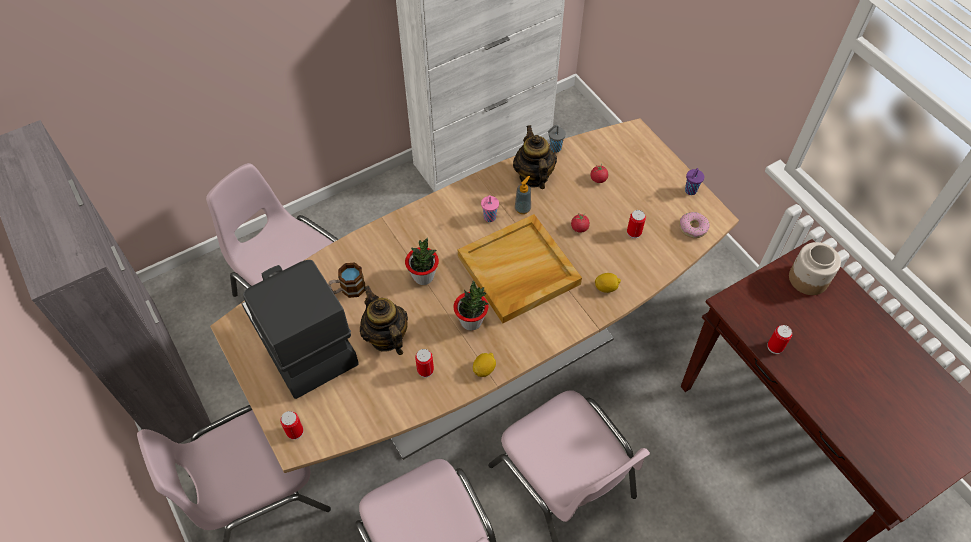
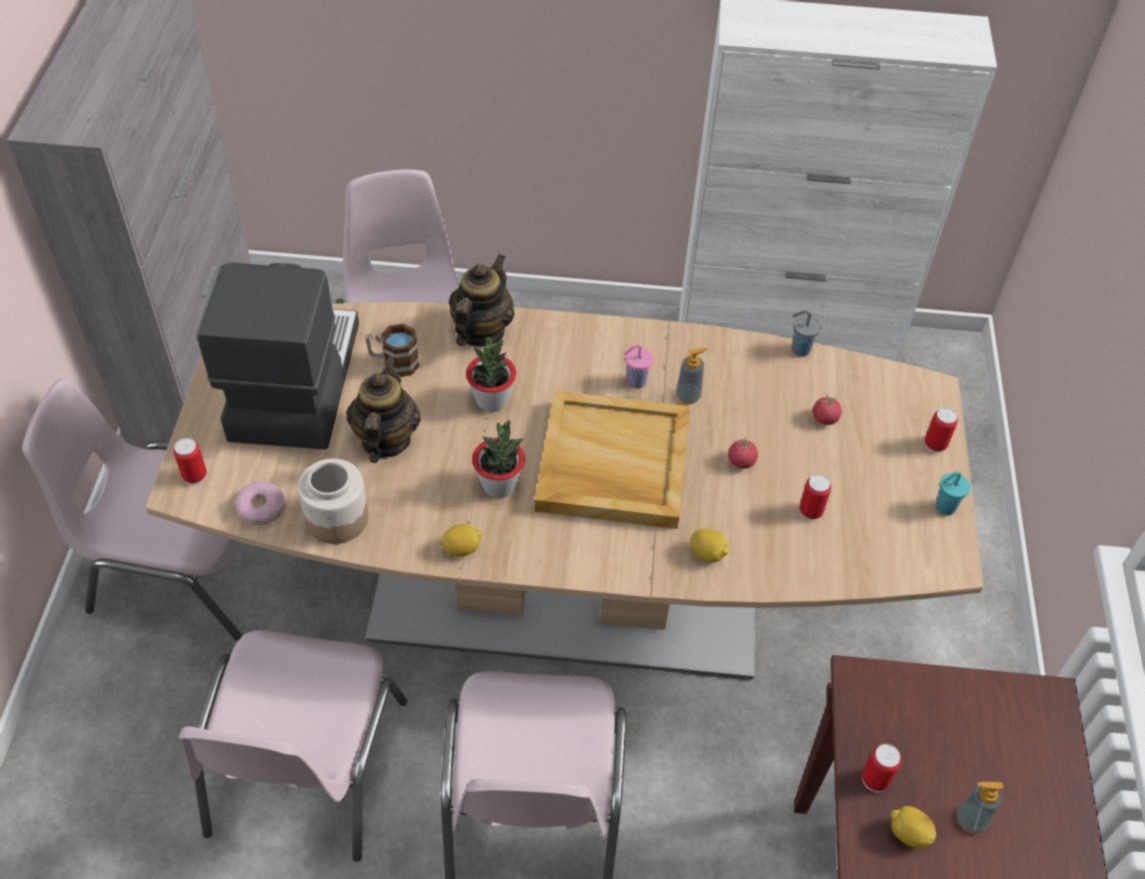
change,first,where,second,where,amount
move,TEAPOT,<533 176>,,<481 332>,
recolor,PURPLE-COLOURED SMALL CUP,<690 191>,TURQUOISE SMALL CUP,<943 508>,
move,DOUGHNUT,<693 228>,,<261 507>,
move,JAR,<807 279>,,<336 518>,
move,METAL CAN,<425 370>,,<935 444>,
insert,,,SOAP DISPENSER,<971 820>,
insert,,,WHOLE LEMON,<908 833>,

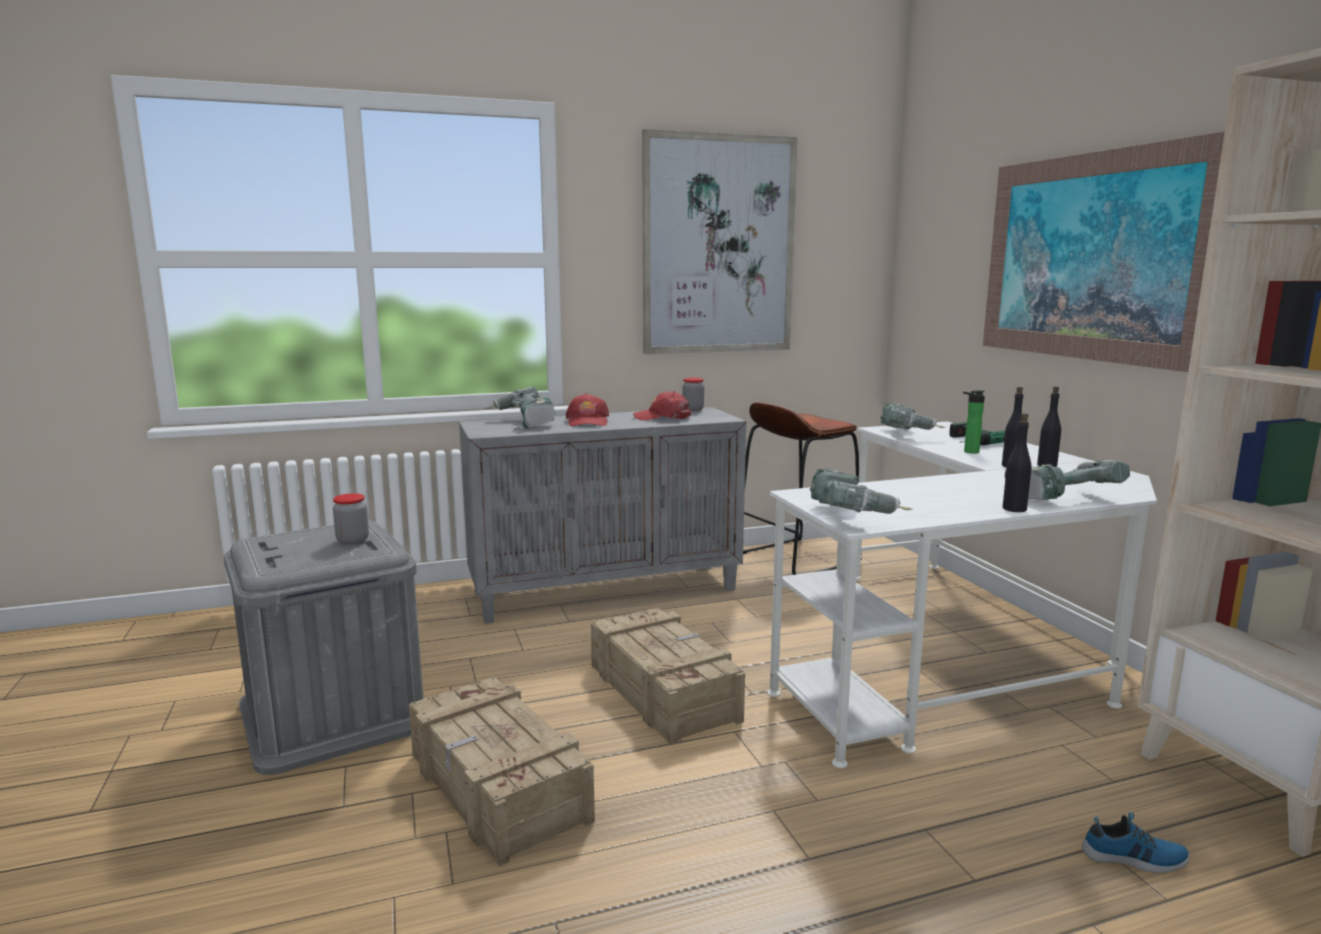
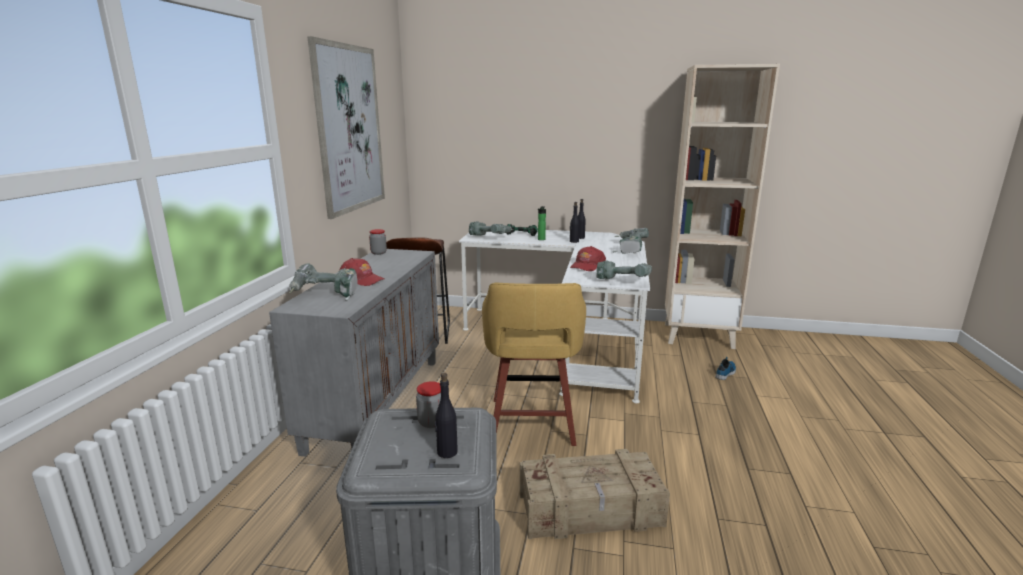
change,first,where,second,where,amount
delete,WALL ART,<1090 257>,,,
move,REDDISH PEAKED CAP,<663 417>,,<587 265>,
move,BLACKISH BEVERAGE BOTTLE,<1014 509>,,<447 452>,
replace,CRATE,<663 691>,YELLOW-COLOURED STOOL,<531 423>,

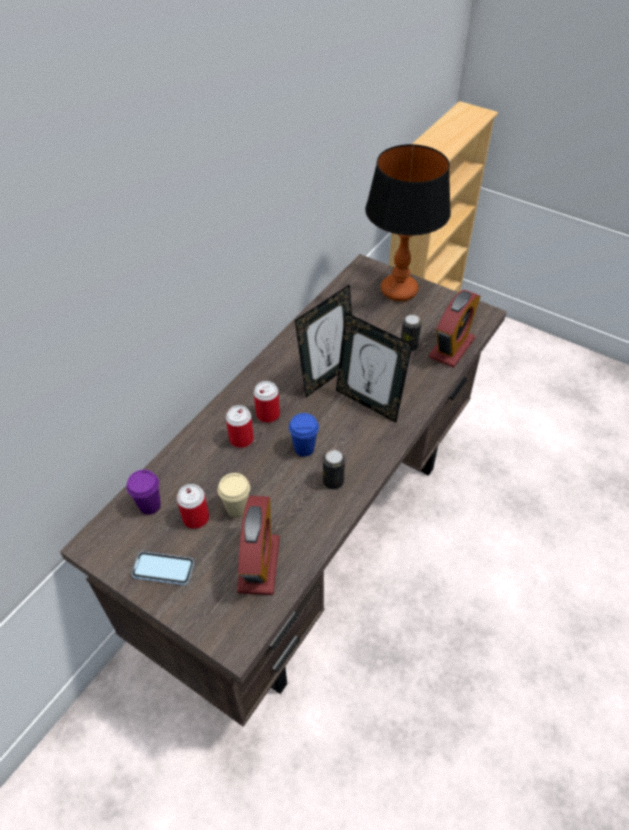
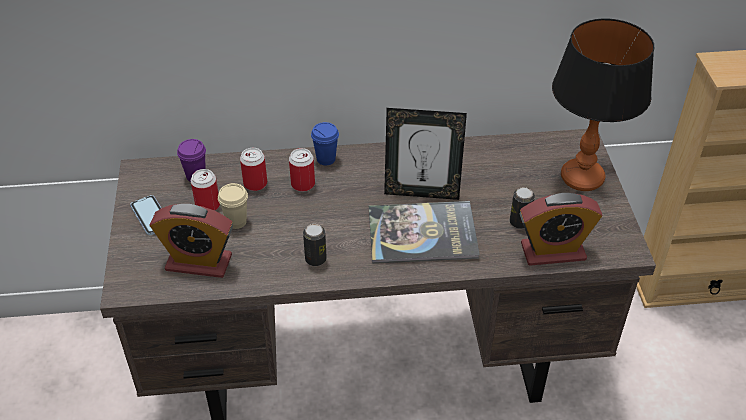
change,first,where,second,where,amount
replace,PICTURE FRAME,<368 402>,BOOK,<422 233>,
move,METAL CAN,<268 414>,,<255 183>,
move,BLUE-COLOURED SMALL CUP,<304 448>,,<326 159>,
rotate,BEDSIDE CLOCK,<259 565>,,<198 263>,45 degrees clockwise

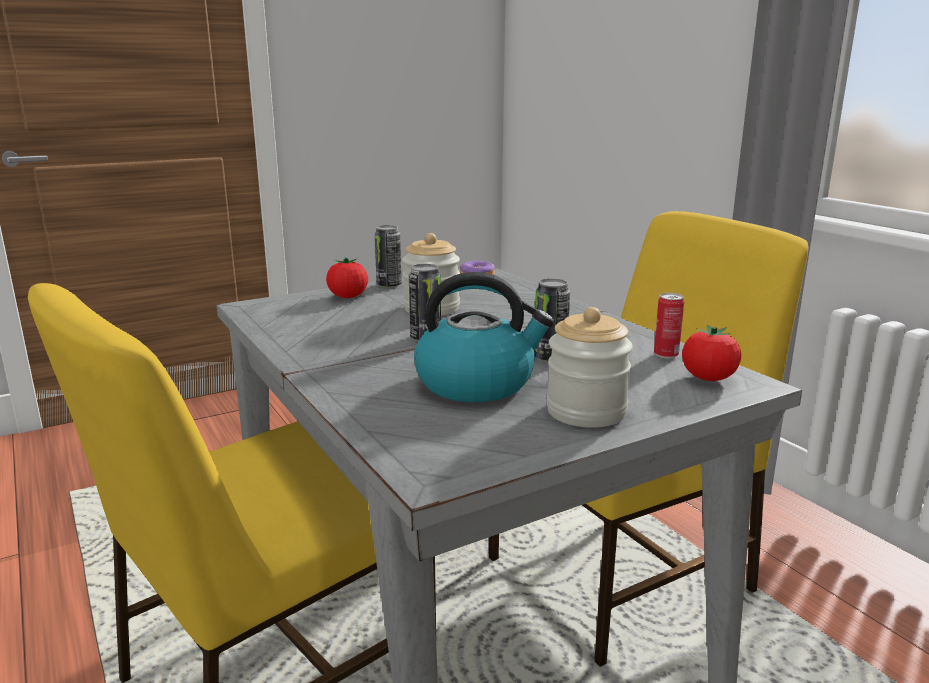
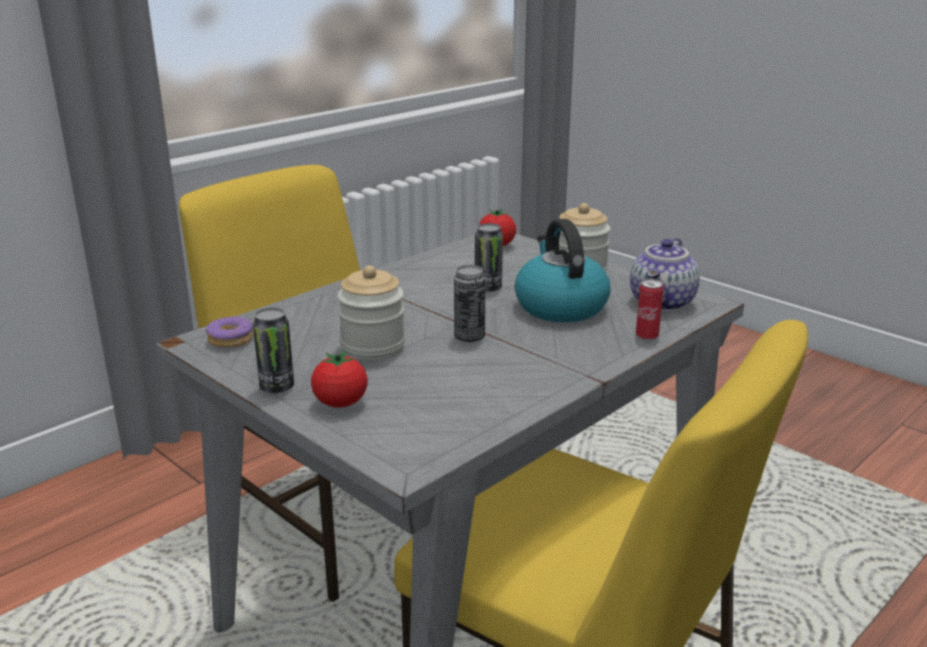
change,first,where,second,where,amount
move,METAL CAN,<666 355>,,<647 336>,
insert,,,TEAPOT,<663 303>,

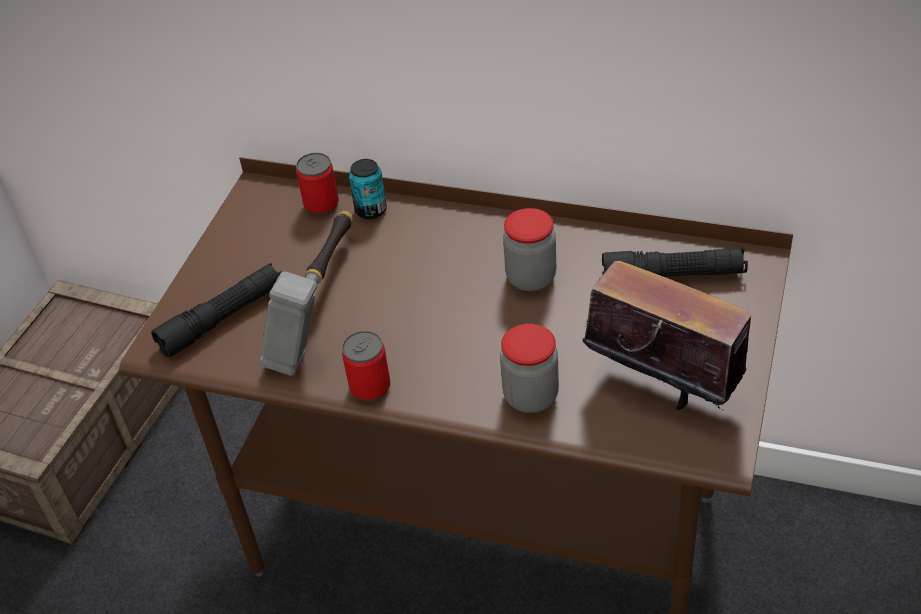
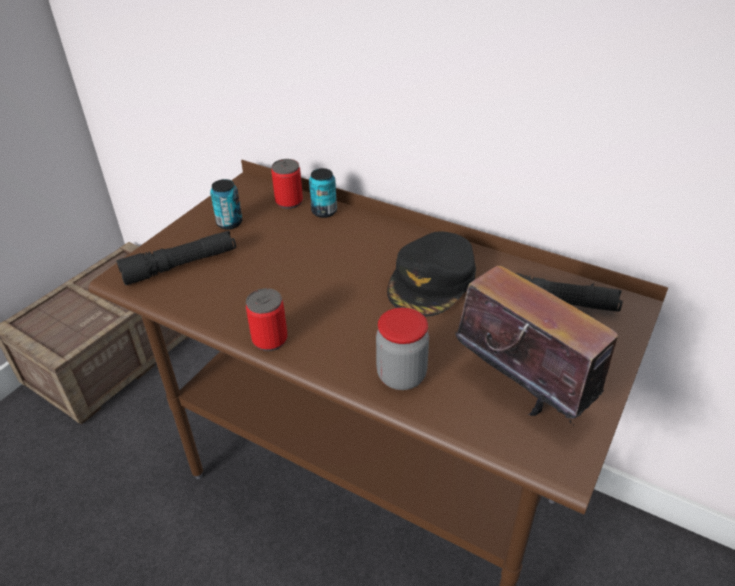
change,first,where,second,where,amount
replace,JAR,<531 278>,BLACKISH PEAKED CAP,<432 282>,
delete,HAMMER,<318 308>,,,
insert,,,METAL CAN,<229 223>,

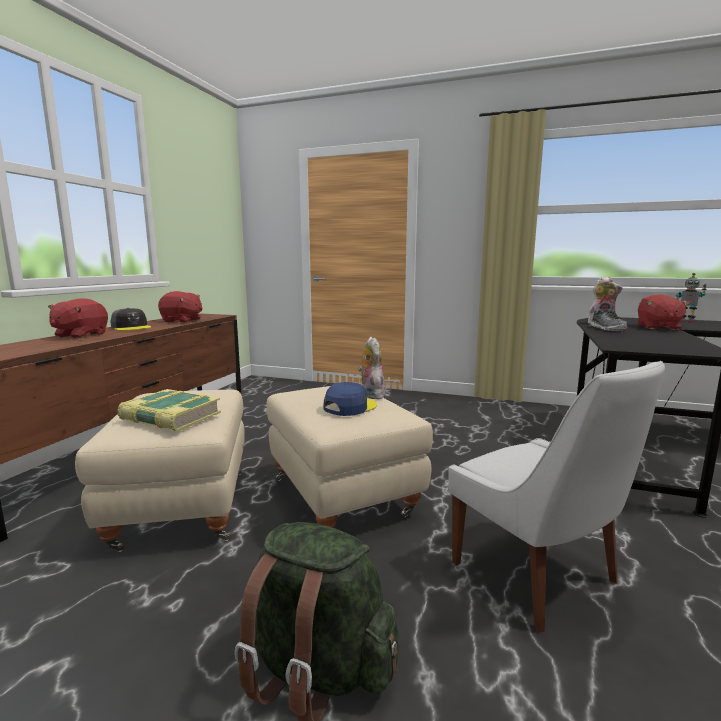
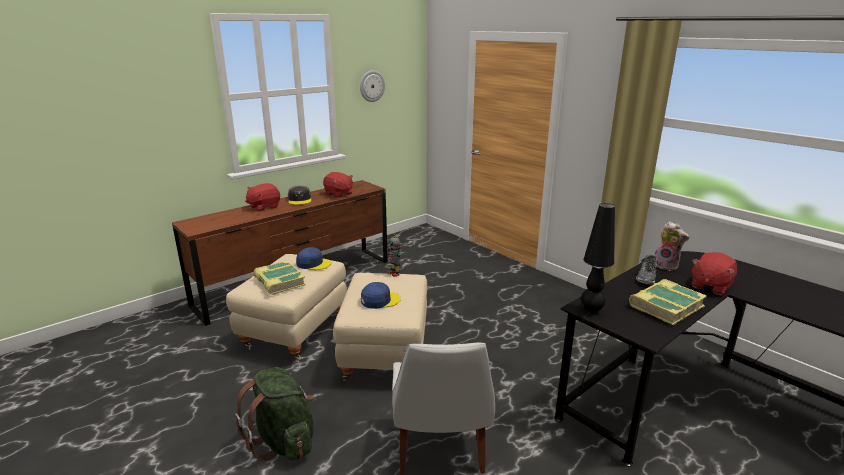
change,first,where,second,where,amount
move,ROBOT FIGURE,<686 320>,,<394 273>,
delete,PLUSH TOY,<370 395>,,,
insert,,,WALL CLOCK,<371 86>,
insert,,,BLACKISH TABLETOP LAMP,<591 310>,
insert,,,BLUE-COLOURED PEAKED CAP,<313 263>,
insert,,,BOOK,<665 306>,

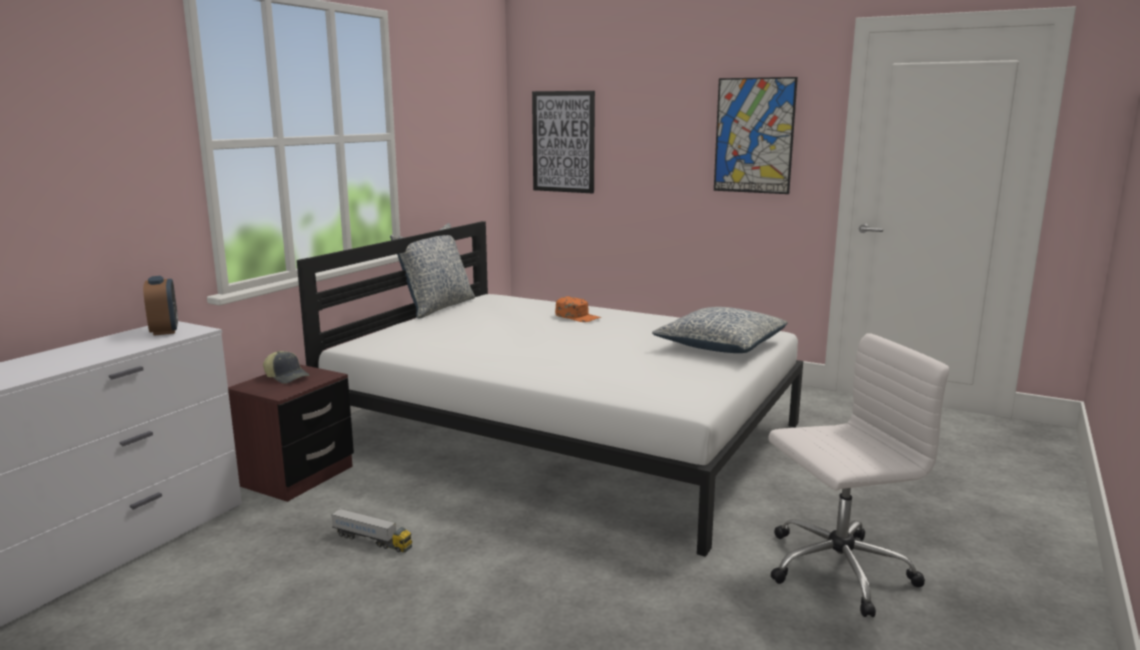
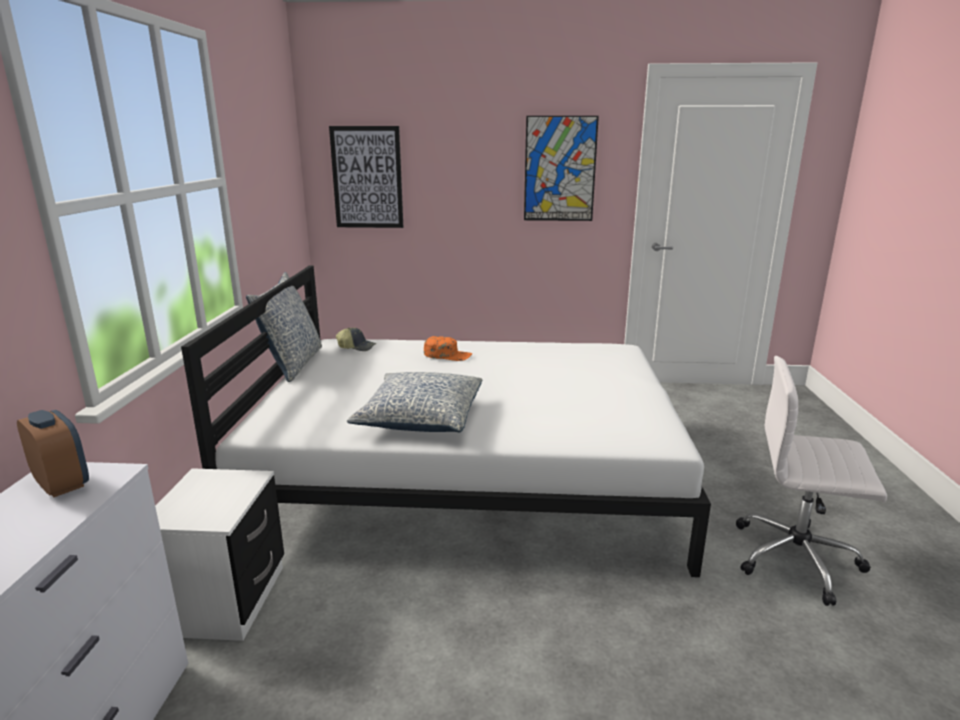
change,first,where,second,where,amount
move,THROW PILLOW,<721 345>,,<421 417>,
rotate,WHITE-COLOURED OFFICE CHAIR,<835 569>,,<797 559>,120 degrees counterclockwise
move,PEAKED CAP,<287 377>,,<357 347>,
recolor,BROWNISH NIGHTSTAND,<297 476>,WHITE-COLOURED NIGHTSTAND,<226 600>,
delete,TOY TRUCK,<372 541>,,,

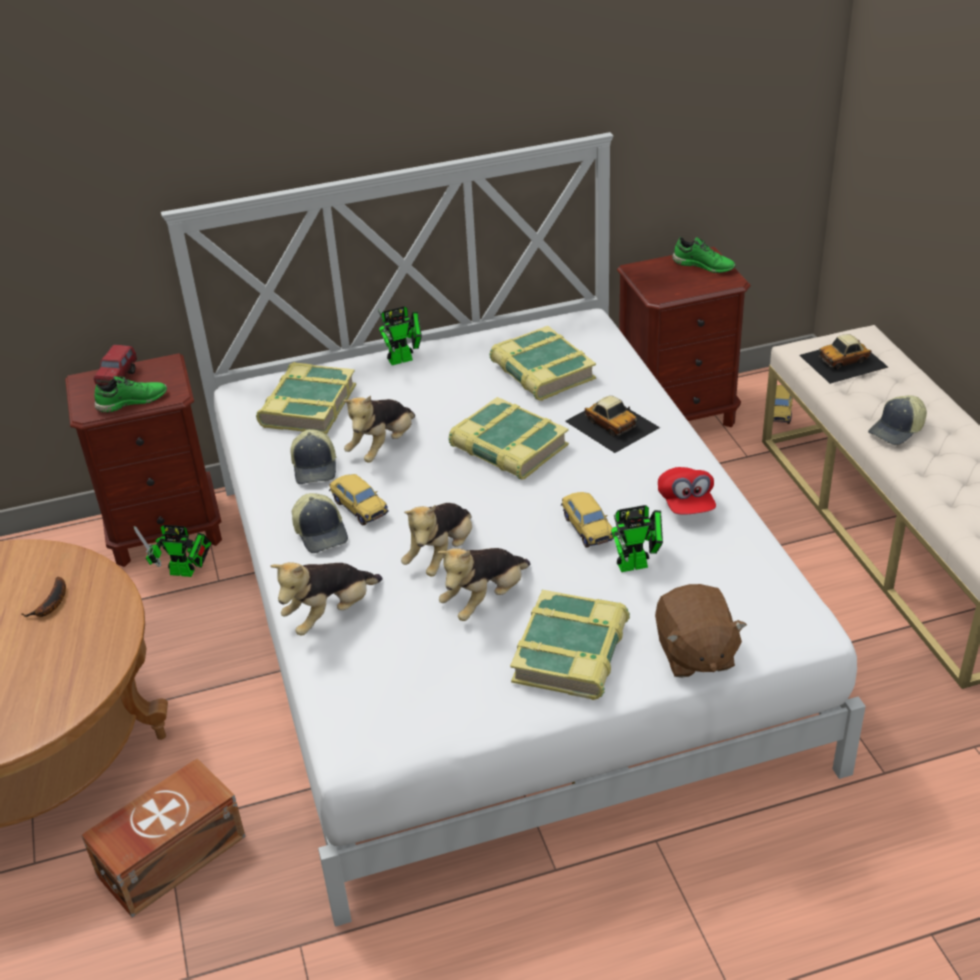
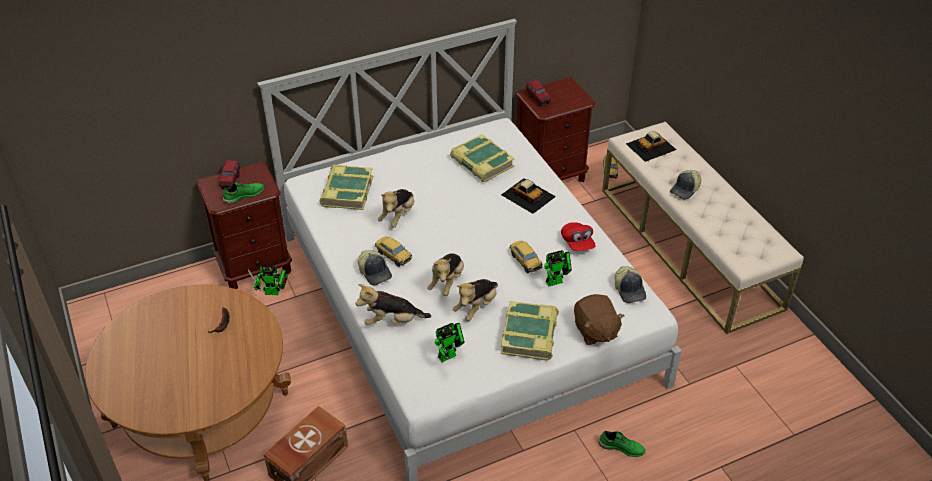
change,first,where,second,where,amount
move,GREEN-COLOURED LOW SHOE,<704 265>,,<621 447>,
move,ROBOT FIGURE,<404 359>,,<449 355>,
delete,BOOK,<508 447>,,,
move,PEAKED CAP,<316 467>,,<630 290>,
rotate,PLUSH TOY,<330 614>,,<392 321>,45 degrees clockwise
insert,,,TOY TRUCK,<538 99>,

